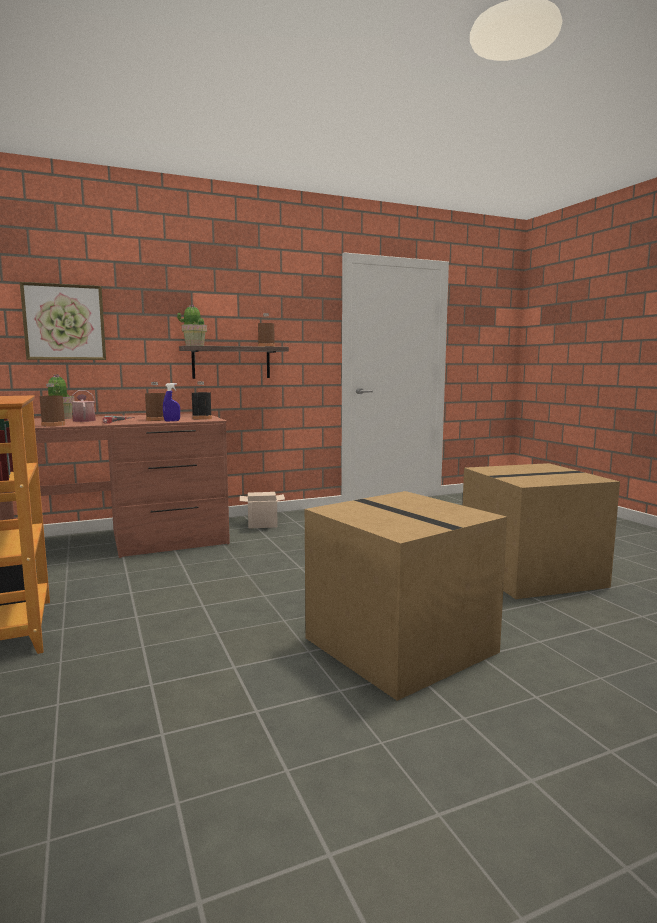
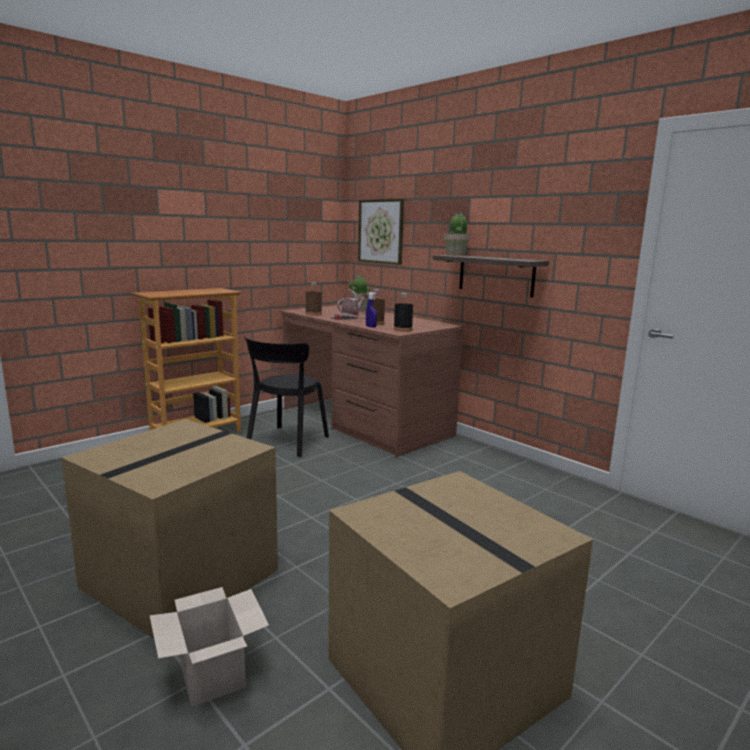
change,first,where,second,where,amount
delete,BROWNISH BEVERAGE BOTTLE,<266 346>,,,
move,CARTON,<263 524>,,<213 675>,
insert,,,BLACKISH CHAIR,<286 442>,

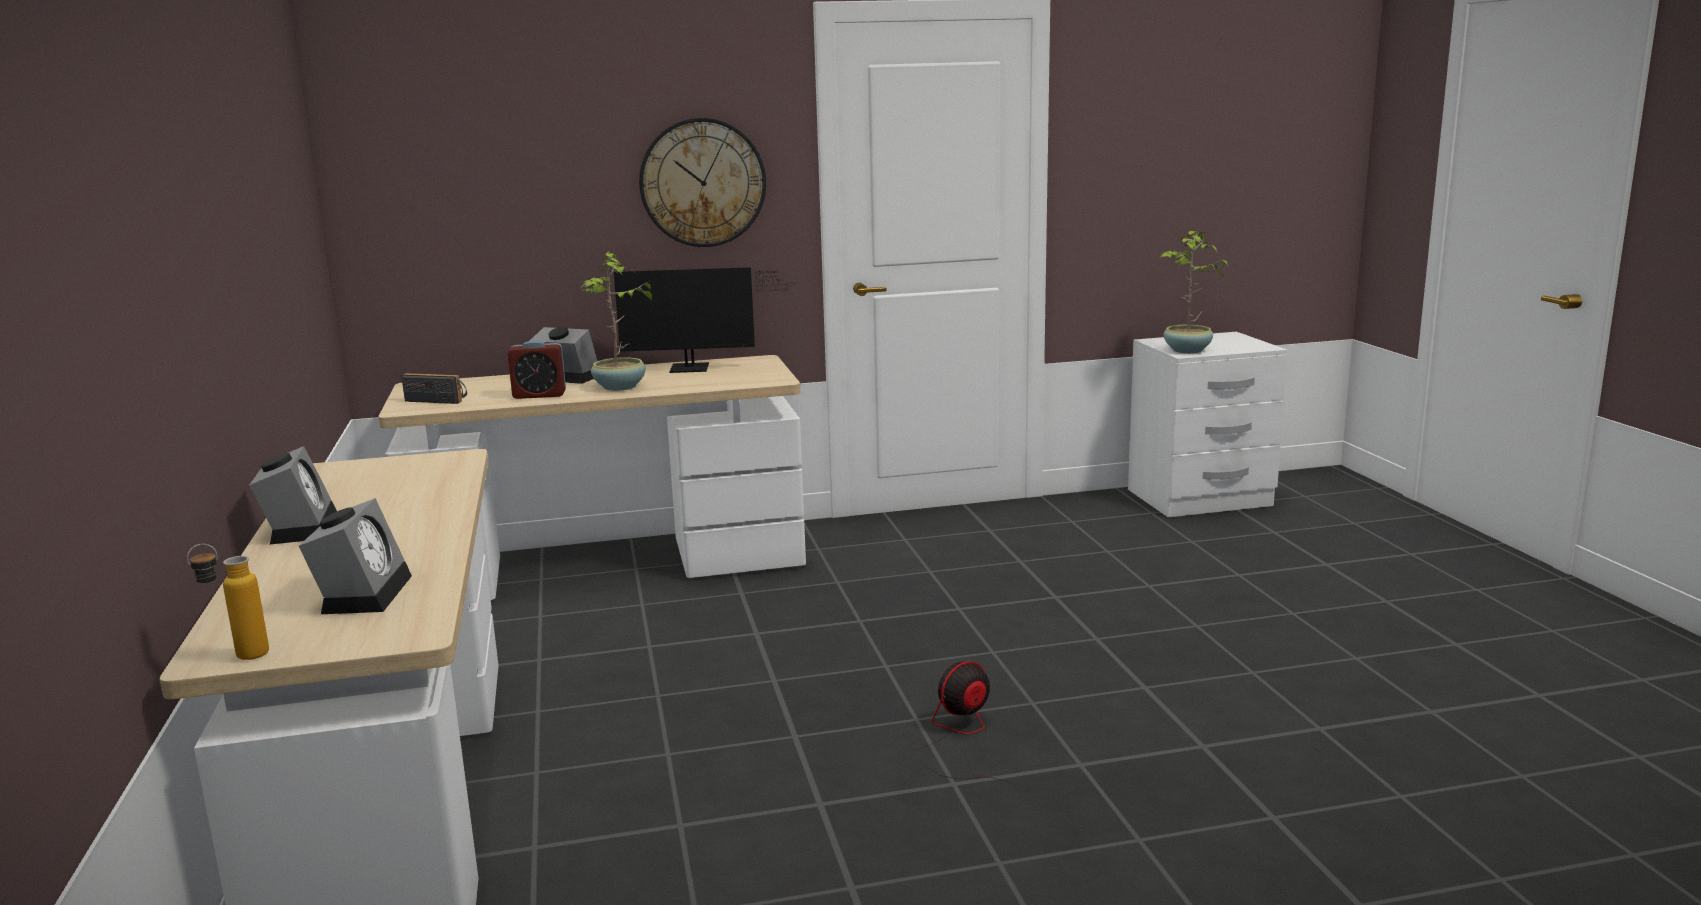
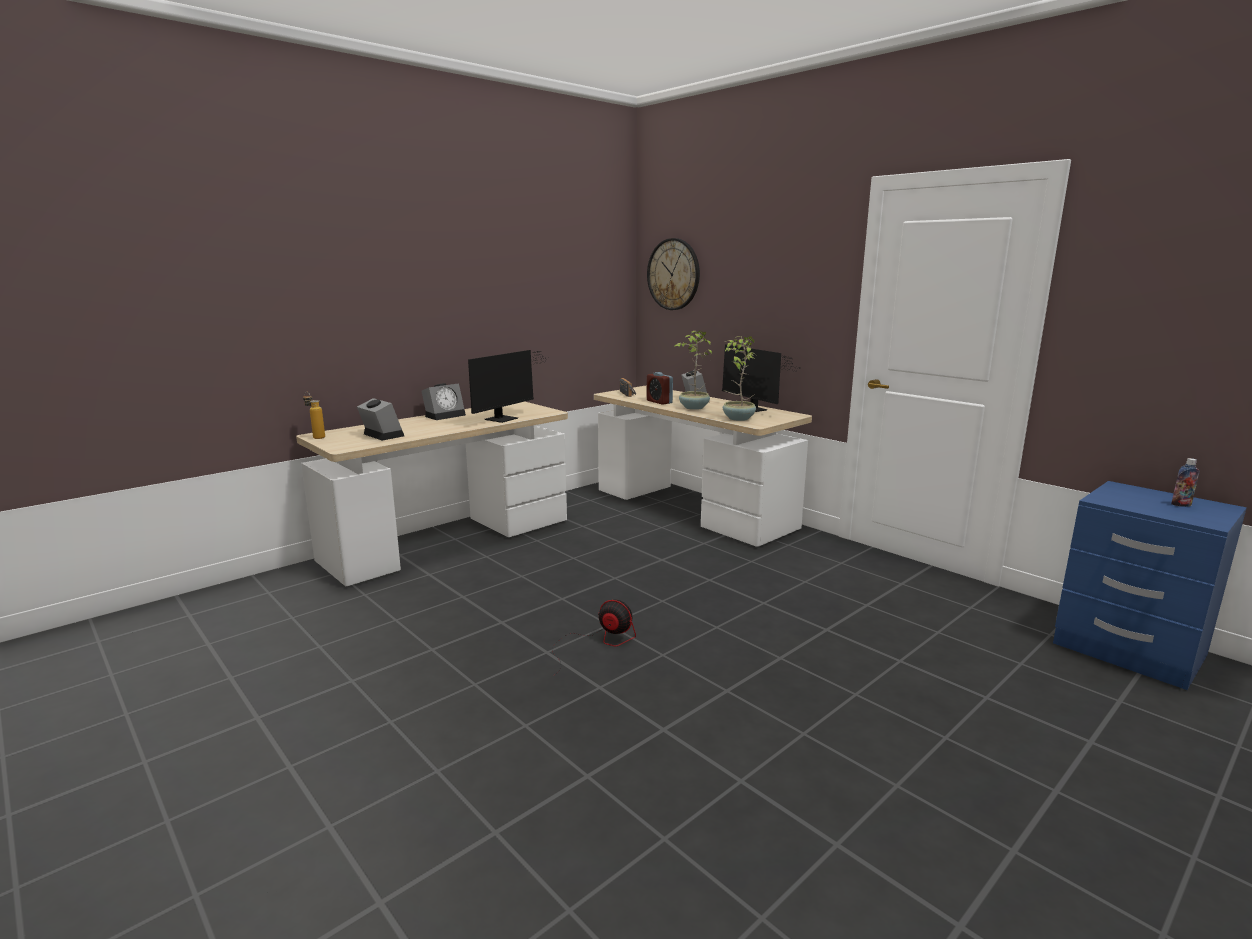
change,first,where,second,where,amount
move,WALL CLOCK,<702 182>,,<673 274>,
move,PLANT IN A POT,<1187 351>,,<737 419>,
recolor,WHITE-COLOURED NIGHTSTAND,<1200 499>,BLUE-COLOURED NIGHTSTAND,<1127 650>,
rotate,BEDSIDE CLOCK,<363 593>,,<381 435>,105 degrees counterclockwise
insert,,,COMPUTER SCREEN,<505 418>,
insert,,,BEVERAGE BOTTLE,<1181 504>,

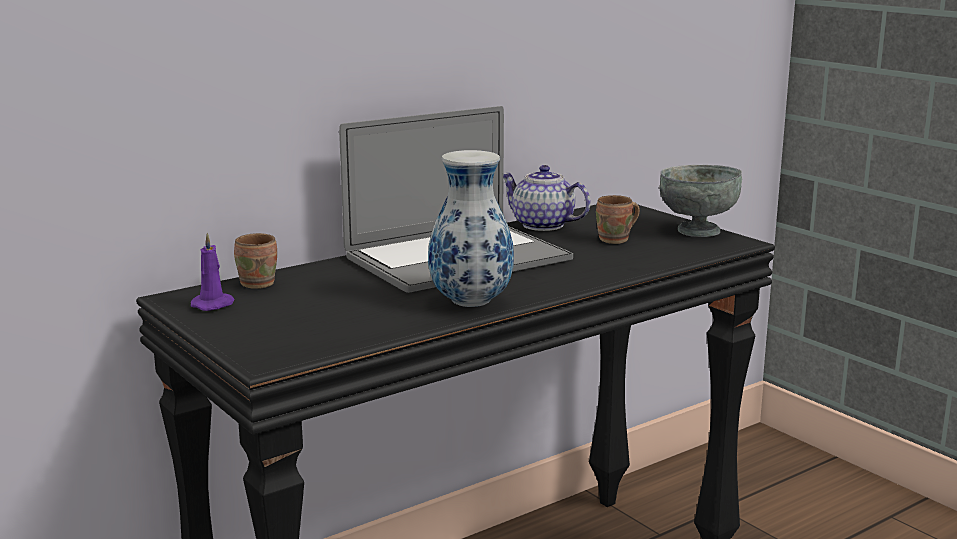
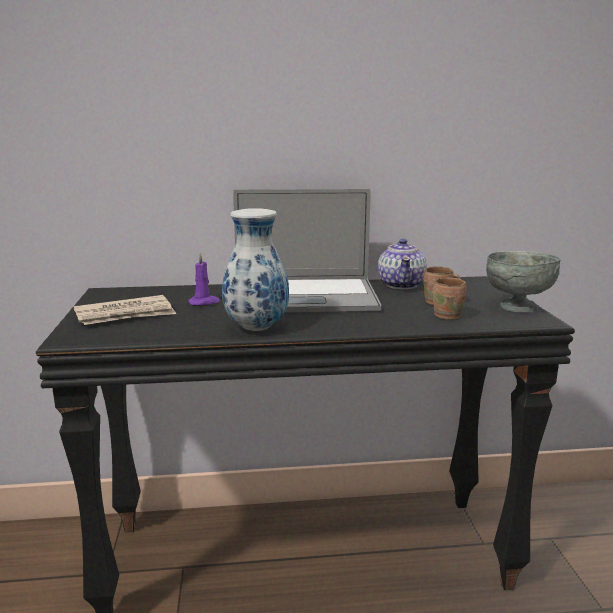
change,first,where,second,where,amount
rotate,TEAPOT,<543 225>,,<401 284>,150 degrees counterclockwise
move,PURPLE-COLOURED CANDLE,<214 304>,,<204 302>,
move,BROWNISH COFFEE MUG,<260 283>,,<449 316>,
insert,,,DAILY PAPER,<126 315>,

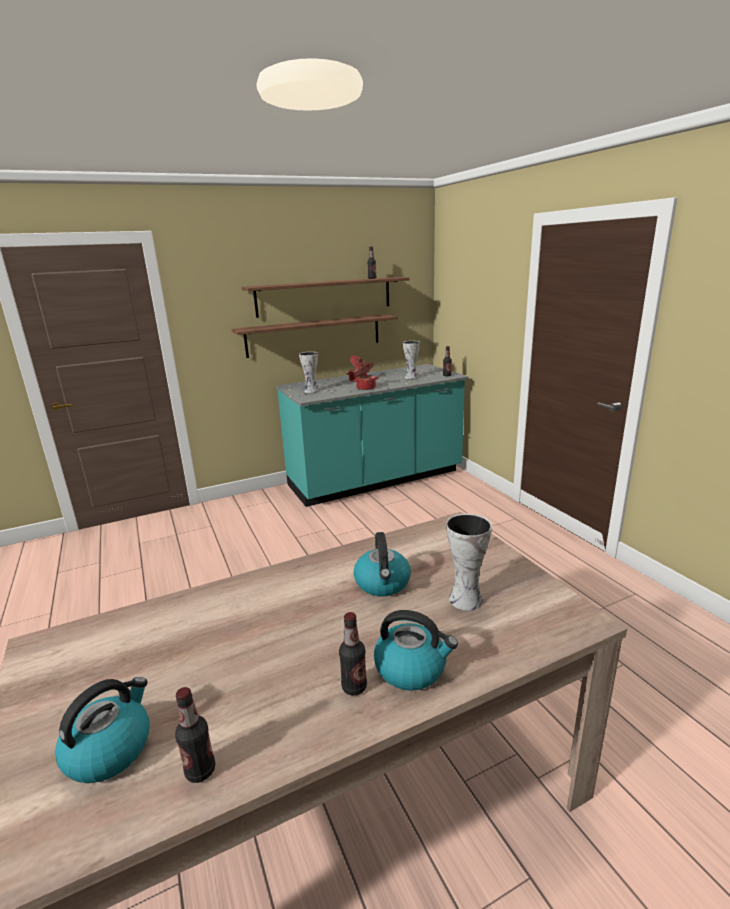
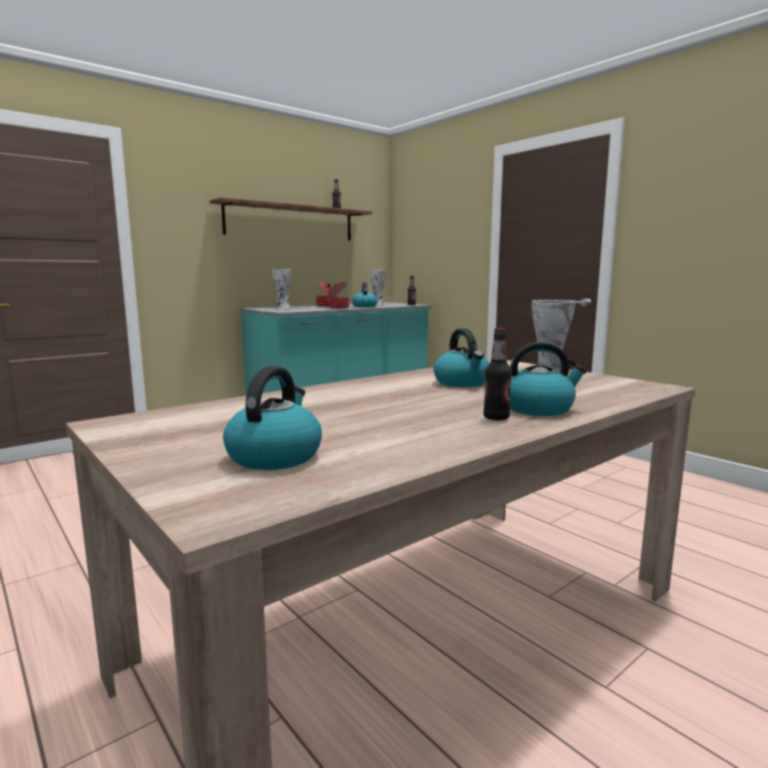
change,first,where,second,where,amount
delete,WALL SHELF,<314 335>,,,
delete,BEVERAGE BOTTLE,<200 770>,,,
insert,,,KETTLE,<364 306>,

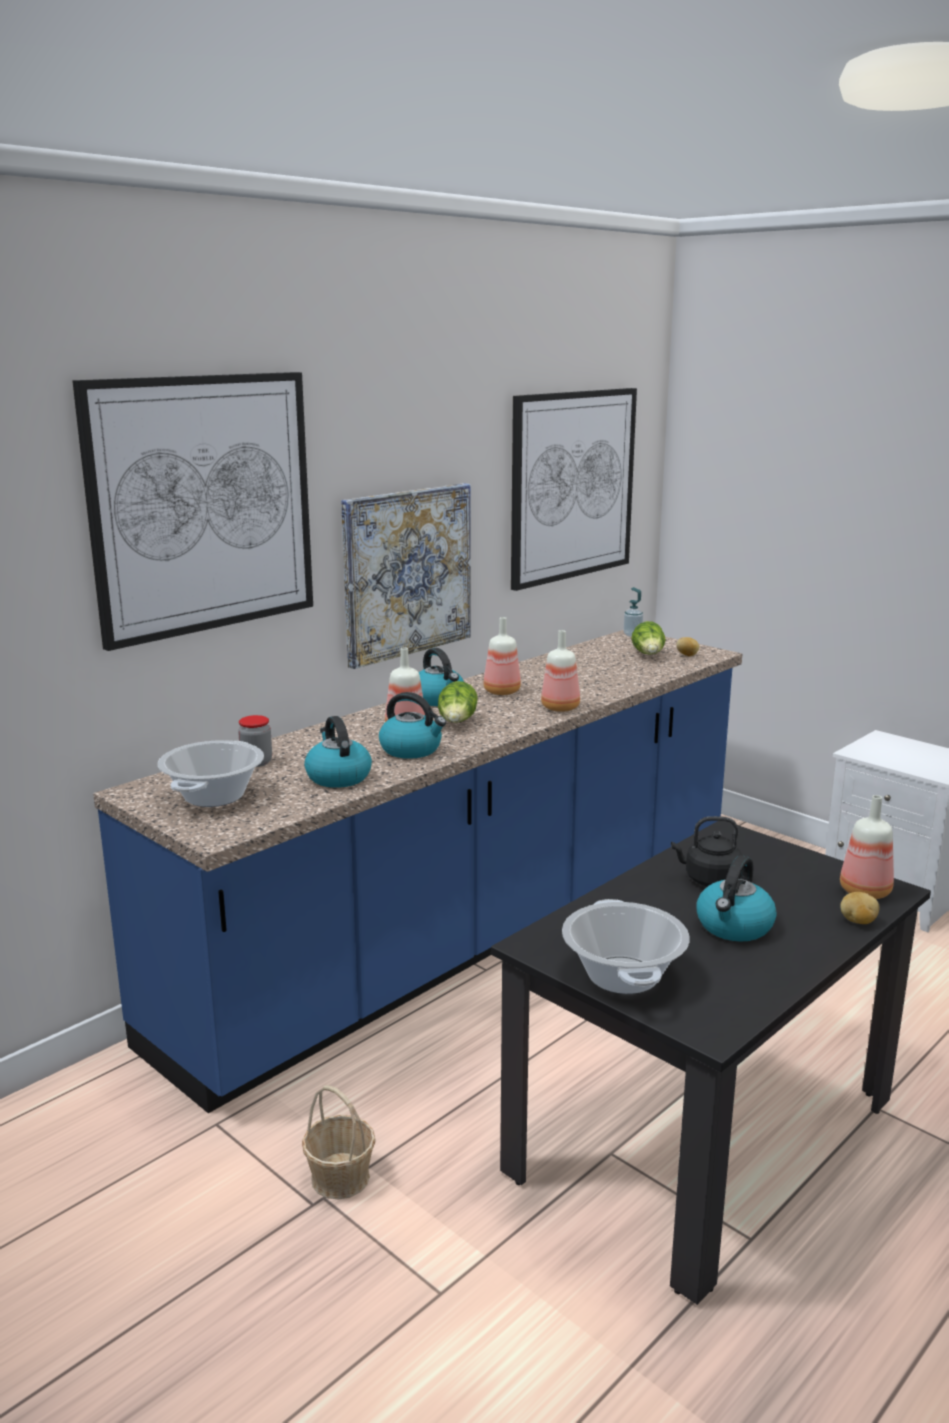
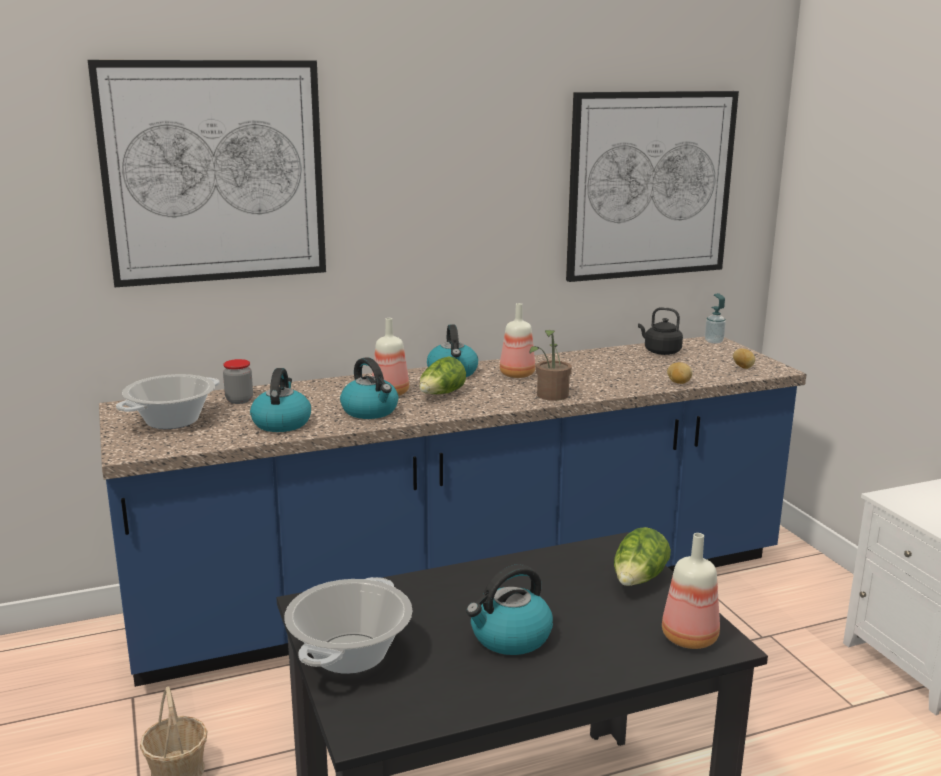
change,first,where,second,where,amount
delete,WALL ART,<407 572>,,,
move,LETTUCE,<649 655>,,<638 580>,
replace,BEVERAGE BOTTLE,<561 707>,PLANT IN A POT,<550 396>,
move,BLACKISH KETTLE,<709 880>,,<660 352>,
move,SPUD,<858 921>,,<678 383>,

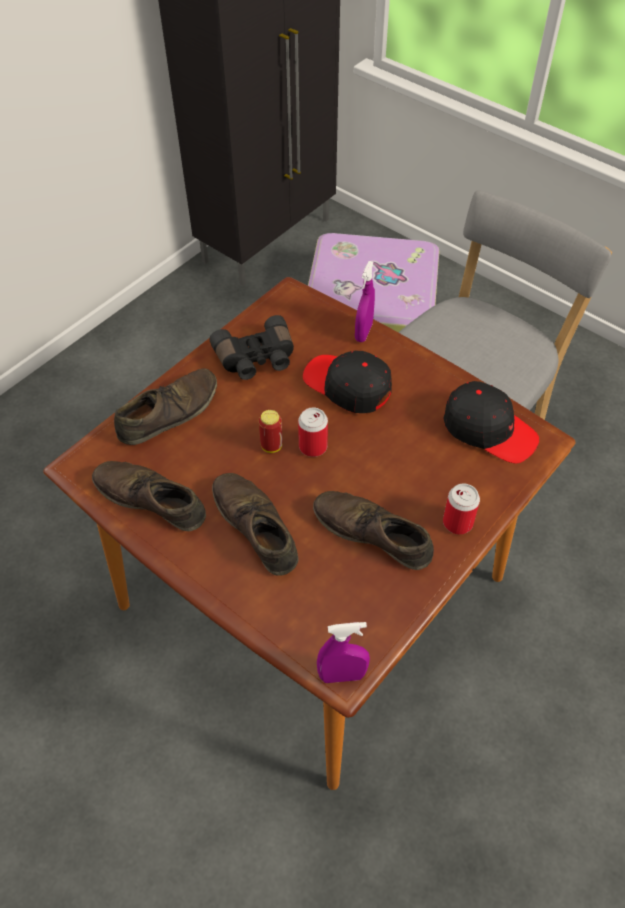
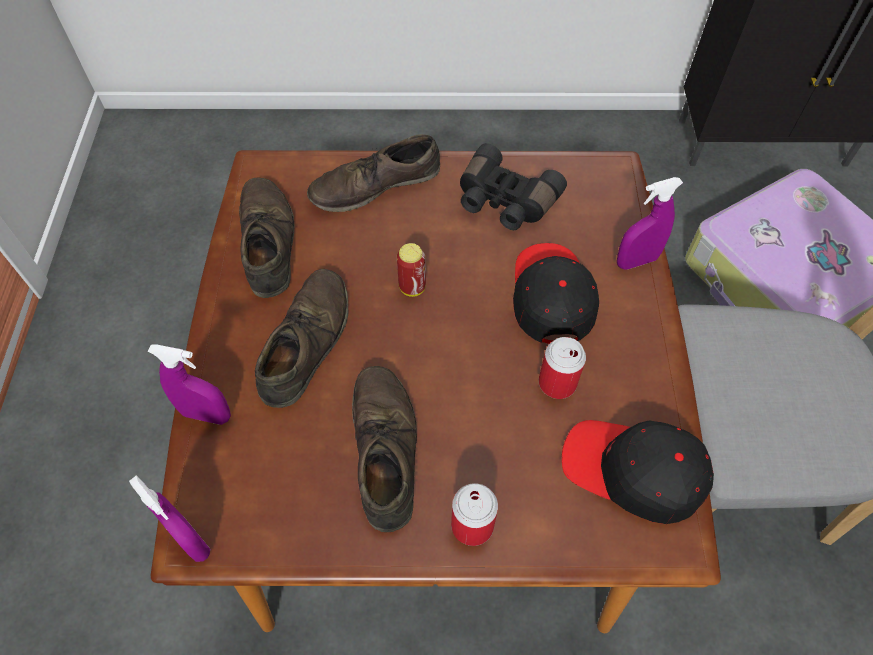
change,first,where,second,where,amount
rotate,BROWNISH LOW SHOE,<169 412>,,<375 185>,150 degrees clockwise
rotate,BLACKISH PEAKED CAP,<489 429>,,<633 471>,120 degrees clockwise
move,METAL CAN,<313 446>,,<557 383>,
insert,,,PURPLE-COLOURED HAND SPRAYER,<207 414>,

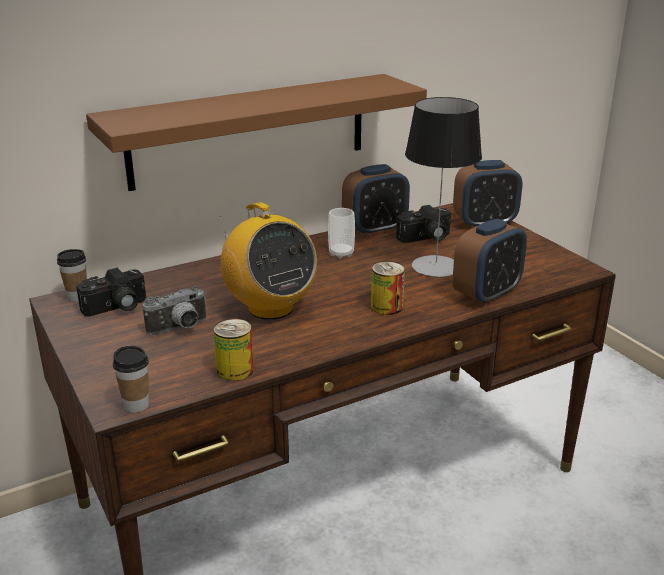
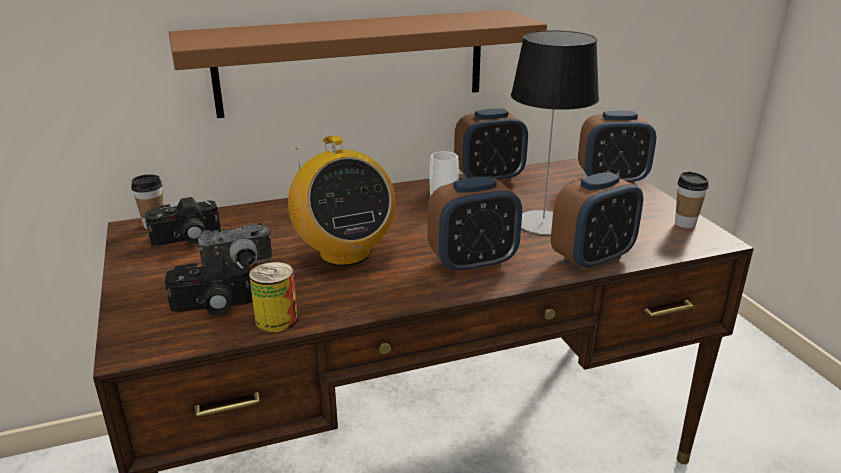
change,first,where,second,where,amount
move,PHOTO CAMERA,<425 238>,,<211 306>,
replace,METAL CAN,<387 306>,BEDSIDE CLOCK,<473 263>,
move,SMALL CUP,<136 405>,,<685 223>,

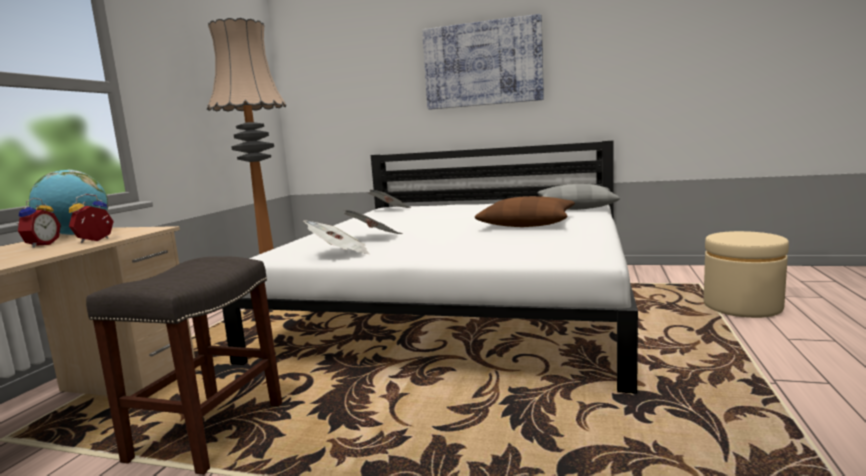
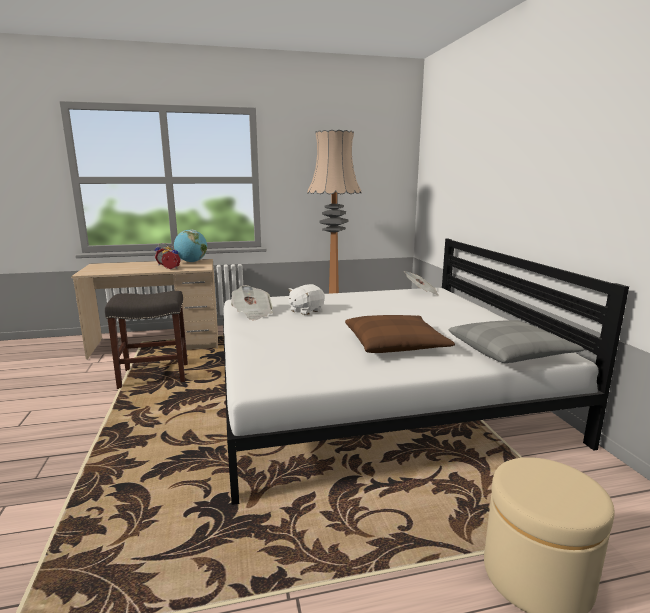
change,first,where,second,where,amount
delete,WALL ART,<483 64>,,,
replace,DAILY PAPER,<375 238>,WHITE-COLOURED PLUSH TOY,<306 311>,

